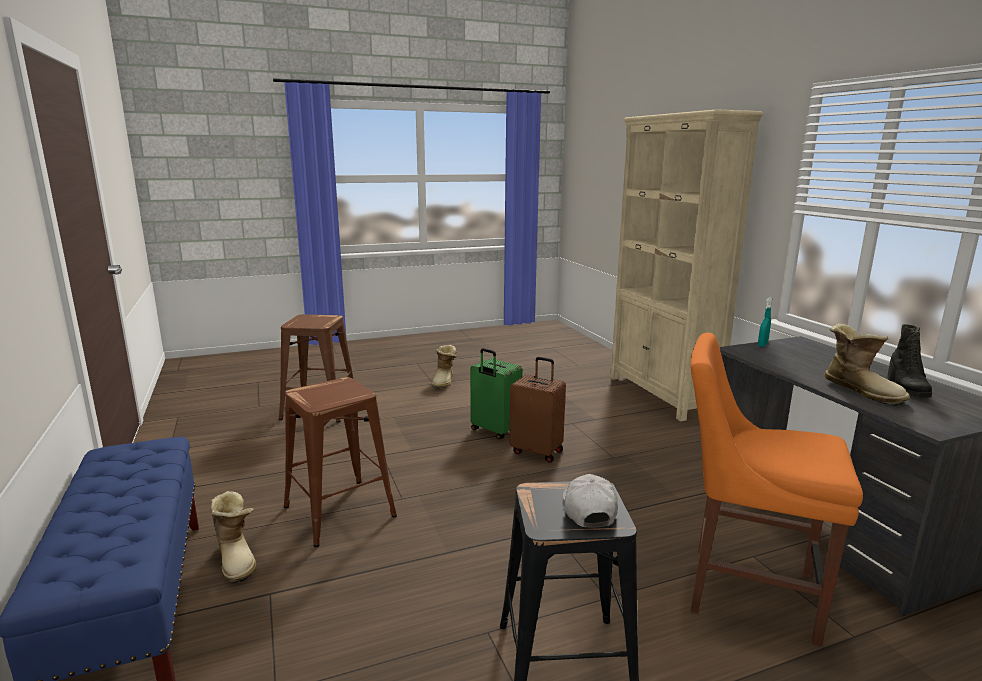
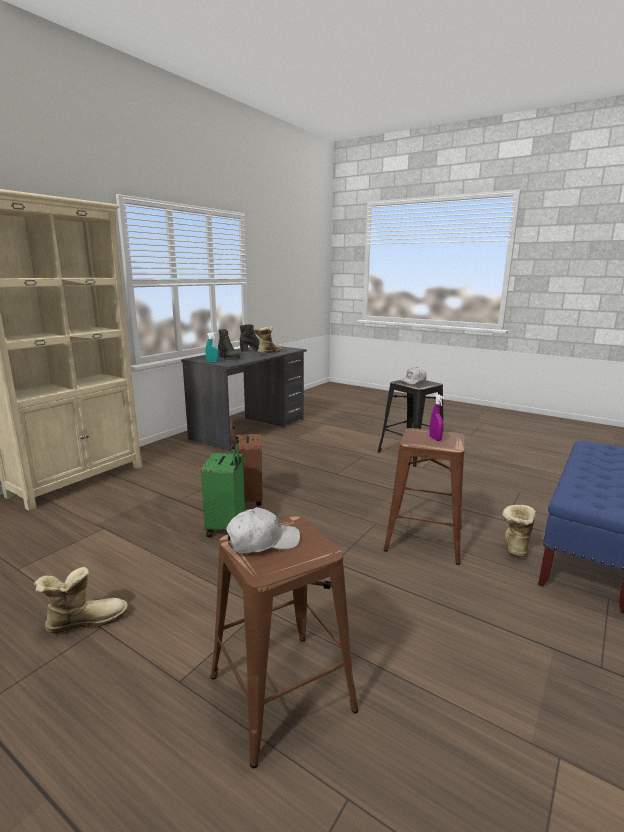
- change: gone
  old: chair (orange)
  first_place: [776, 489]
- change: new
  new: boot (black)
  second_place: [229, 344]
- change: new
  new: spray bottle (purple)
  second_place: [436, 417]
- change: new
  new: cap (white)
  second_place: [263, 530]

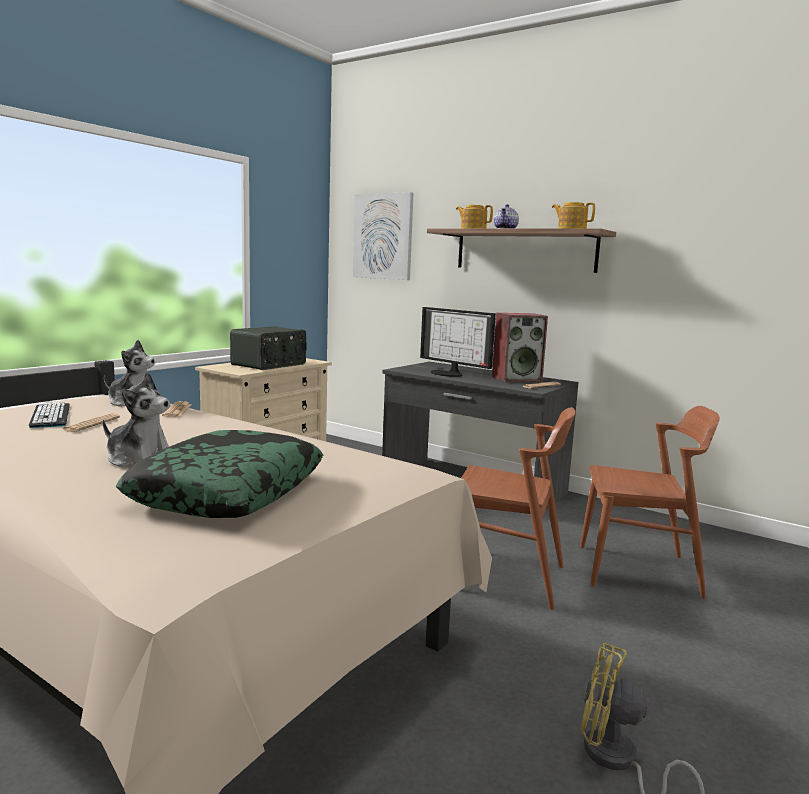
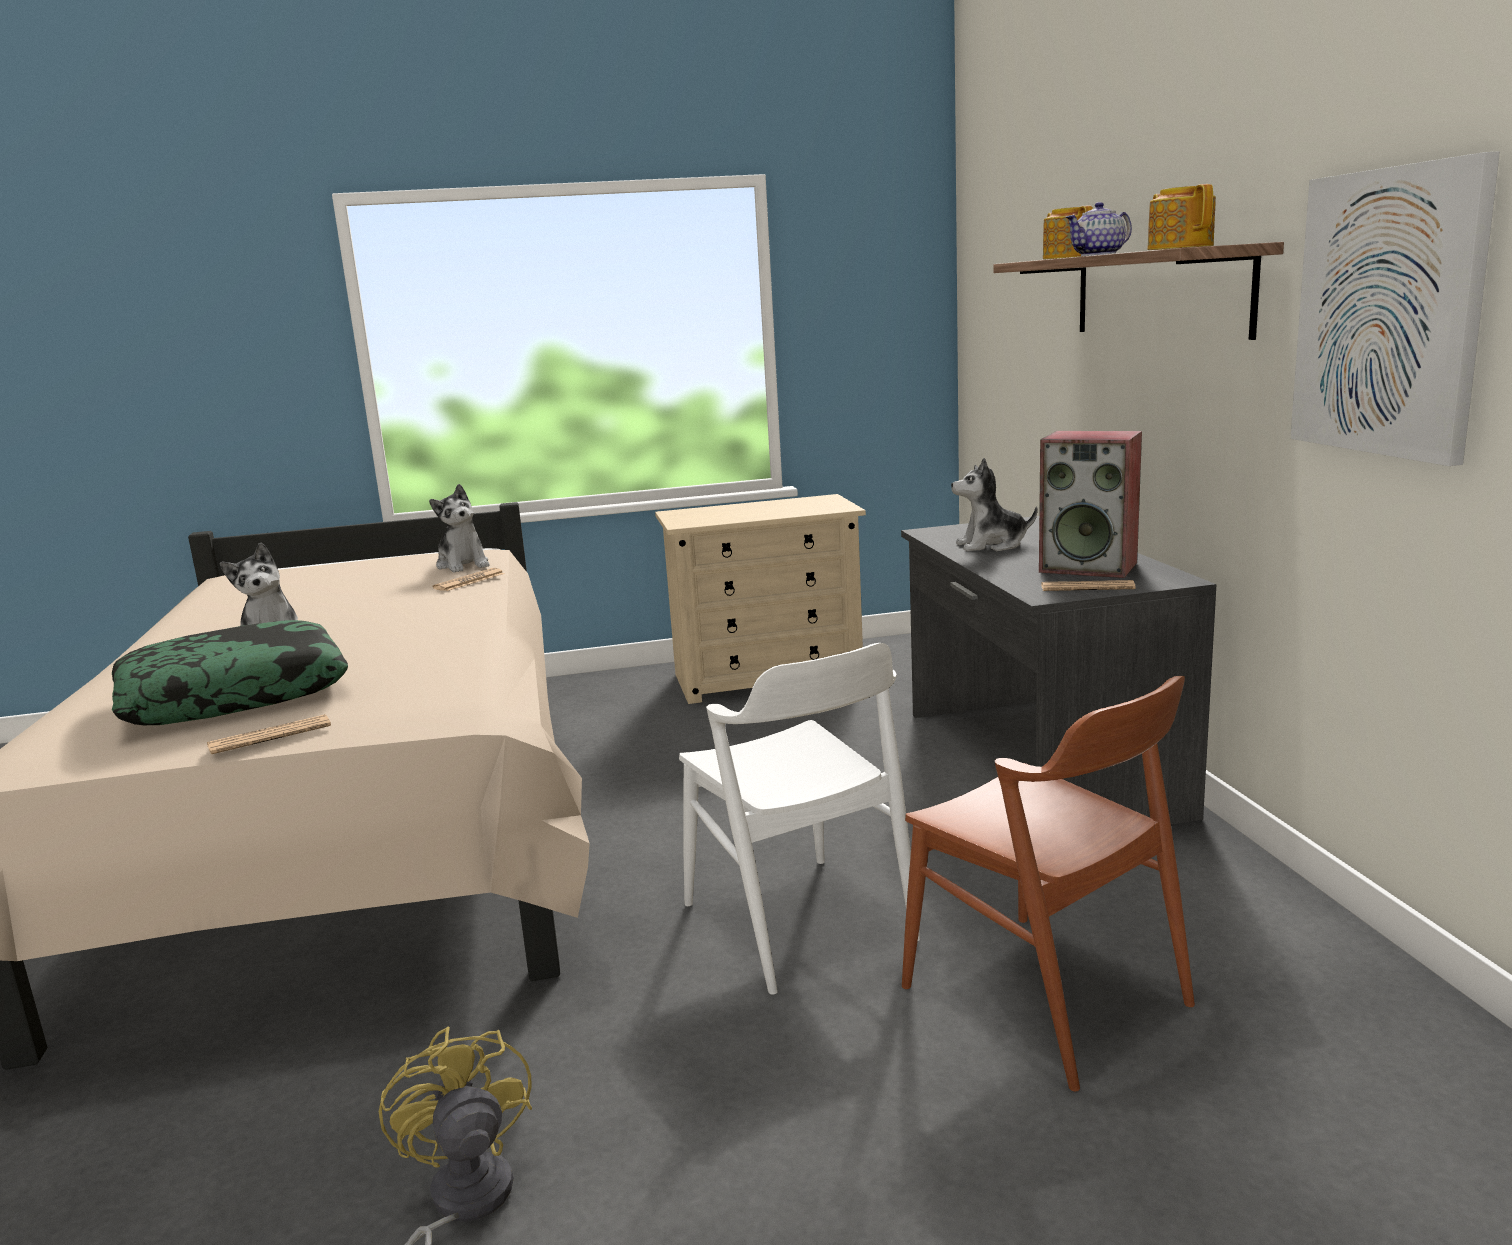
- change: shifted
  old: picture
  first_place: [383, 236]
  second_place: [1395, 308]
- change: swapped
  old: monitor
  new: plush toy
  first_place: [458, 342]
  second_place: [994, 505]
- change: gone
  old: radio
  first_place: [268, 348]
- change: gone
  old: keyboard
  first_place: [49, 415]
- change: repainted
  old: chair (brown)
  new: chair (white)
  first_place: [518, 508]
  second_place: [799, 819]
- change: shifted
  old: newspaper
  first_place: [91, 422]
  second_place: [269, 734]

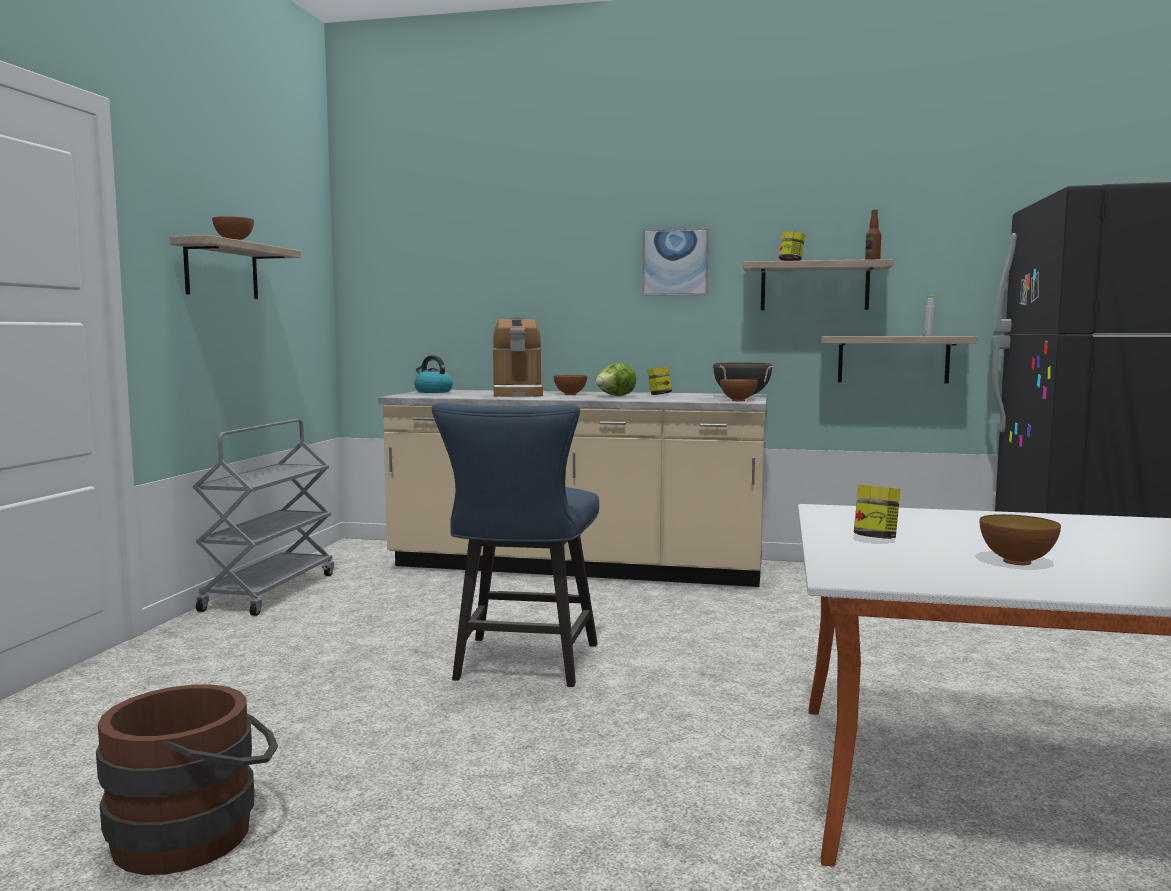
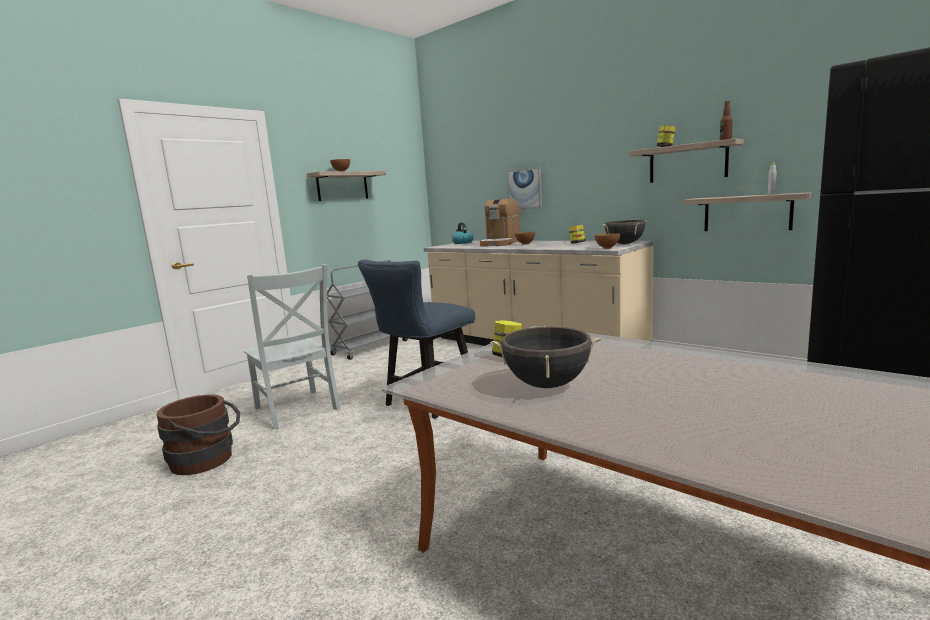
- change: shifted
  old: picture
  first_place: [675, 262]
  second_place: [524, 188]
- change: gone
  old: lettuce
  first_place: [616, 379]
- change: swapped
  old: bowl
  new: cooking pot (black)
  first_place: [1020, 539]
  second_place: [546, 357]
- change: new
  new: chair (grey)
  second_place: [292, 346]

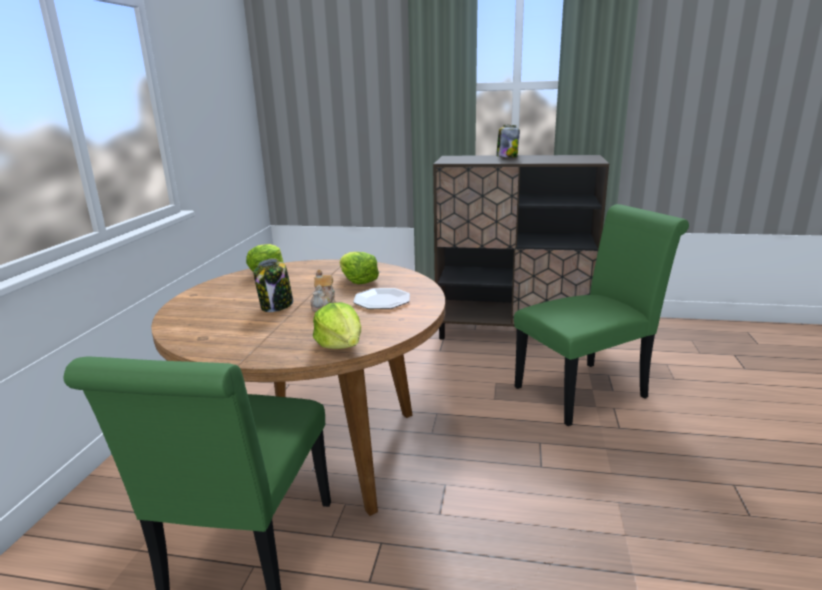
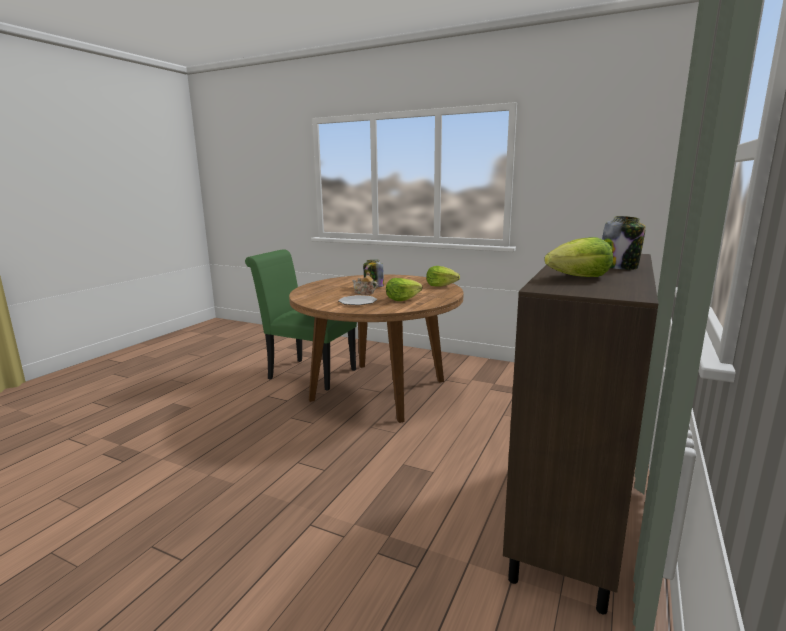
- change: gone
  old: chair (green)
  first_place: [601, 315]
- change: shifted
  old: lettuce
  first_place: [337, 325]
  second_place: [578, 257]

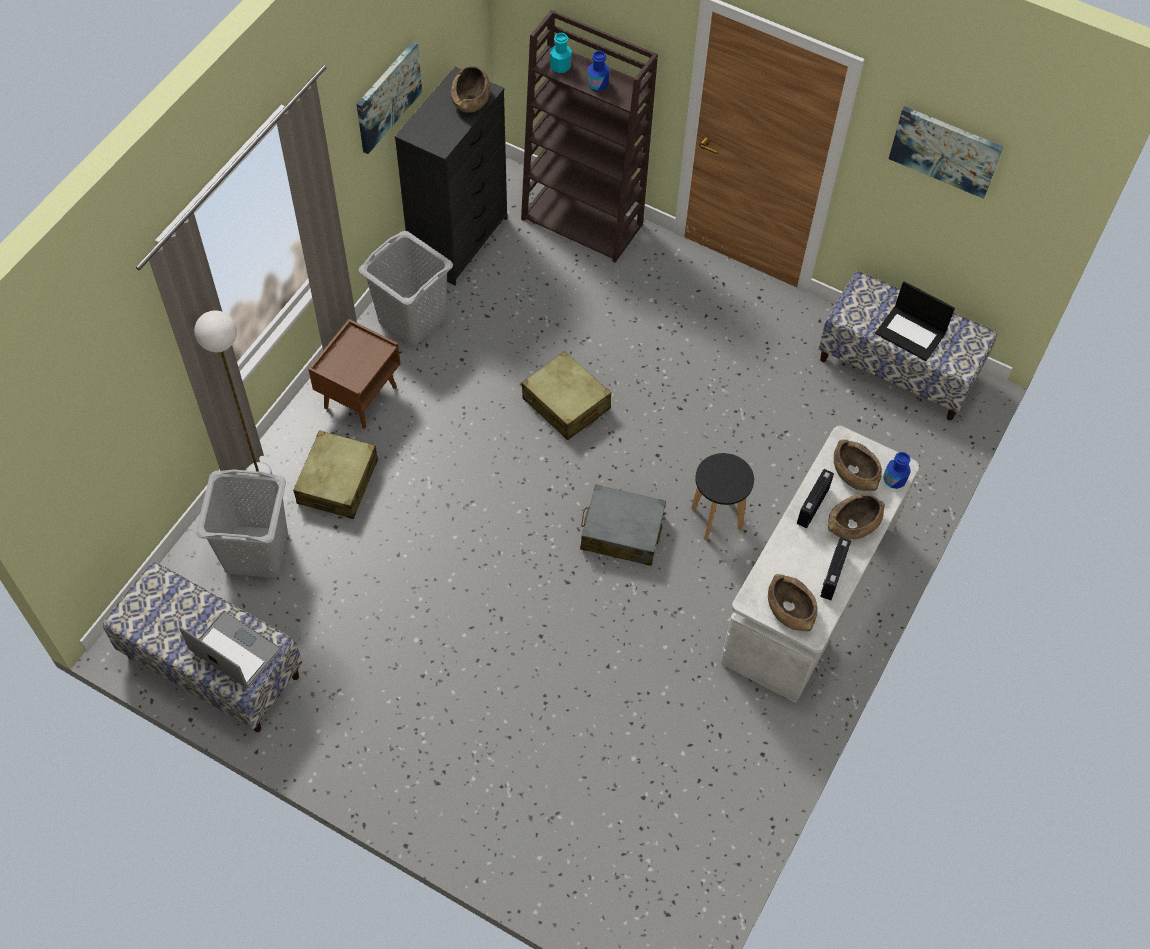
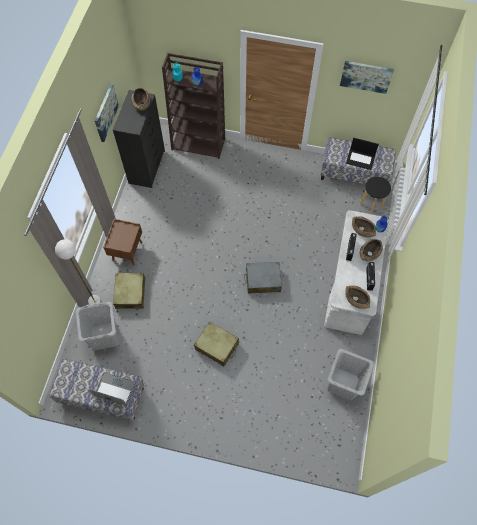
- change: shifted
  old: laundry basket (grey)
  first_place: [406, 288]
  second_place: [350, 374]
- change: shifted
  old: suitcase (beige)
  first_place: [566, 395]
  second_place: [216, 344]
- change: shifted
  old: stool (black)
  first_place: [722, 497]
  second_place: [375, 195]

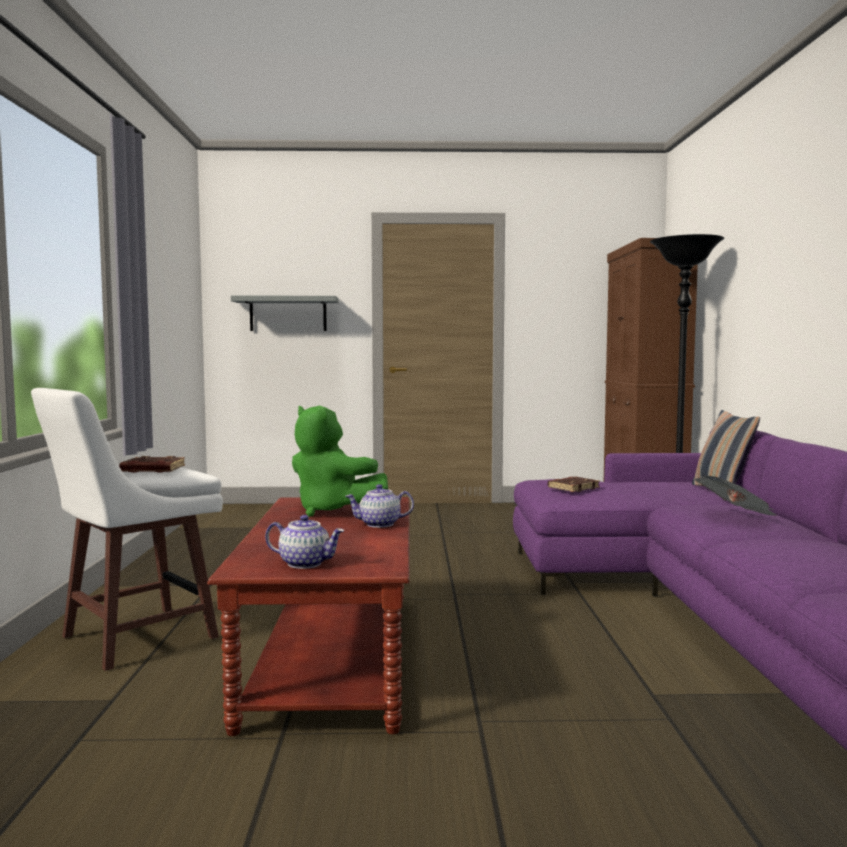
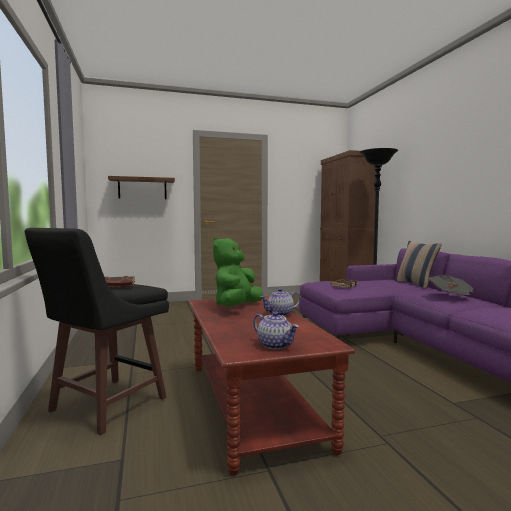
- change: repainted
  old: shelf (grey)
  new: shelf (brown)
  first_place: [285, 313]
  second_place: [141, 187]
- change: repainted
  old: stool (white)
  new: stool (black)
  first_place: [127, 529]
  second_place: [97, 331]
- change: rotated
  old: plush toy (green)
  first_place: [340, 461]
  second_place: [238, 272]
  degrees: 90
- change: rotated
  old: teapot
  first_place: [304, 542]
  second_place: [276, 330]
  degrees: 45

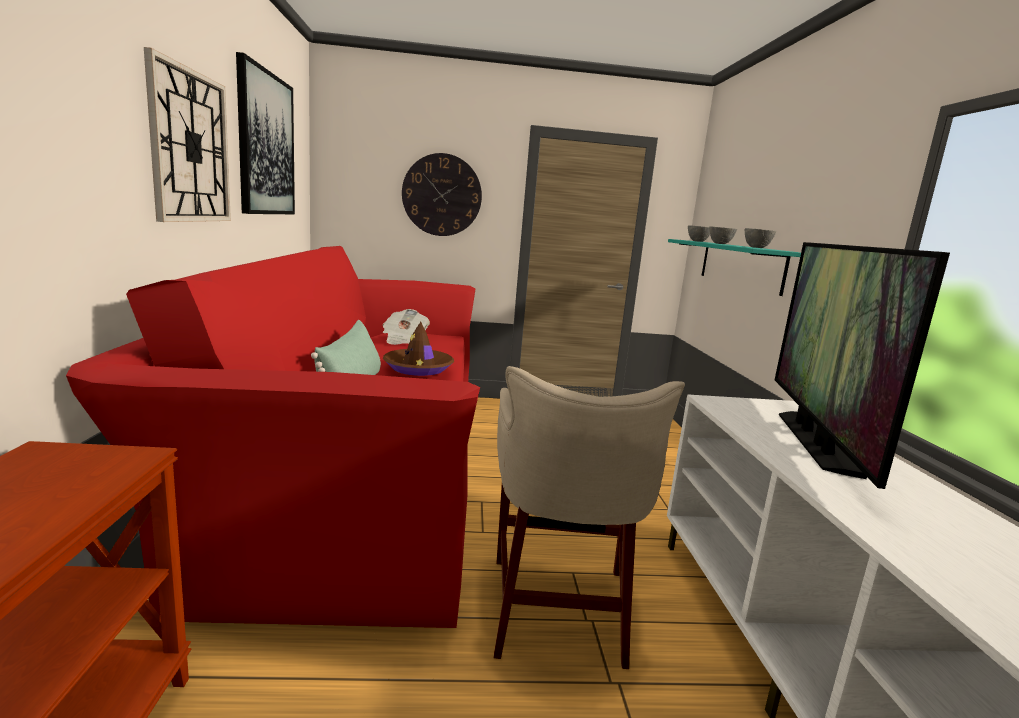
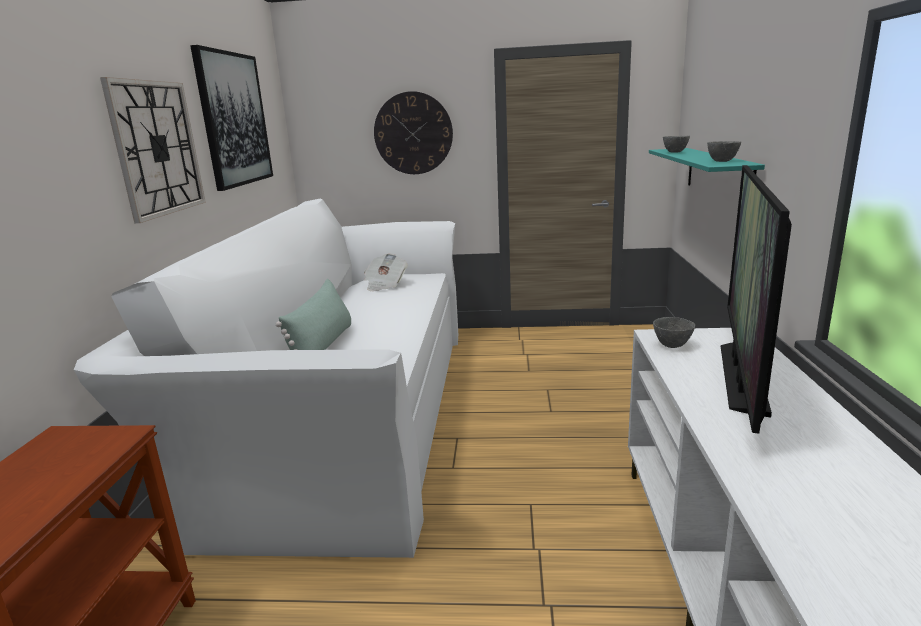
- change: shifted
  old: bowl (grey)
  first_place: [723, 235]
  second_place: [674, 332]
- change: repainted
  old: sofa (red)
  new: sofa (white)
  first_place: [273, 437]
  second_place: [266, 378]
- change: gone
  old: hat (brown)
  first_place: [418, 349]
- change: gone
  old: stool (beige)
  first_place: [589, 517]

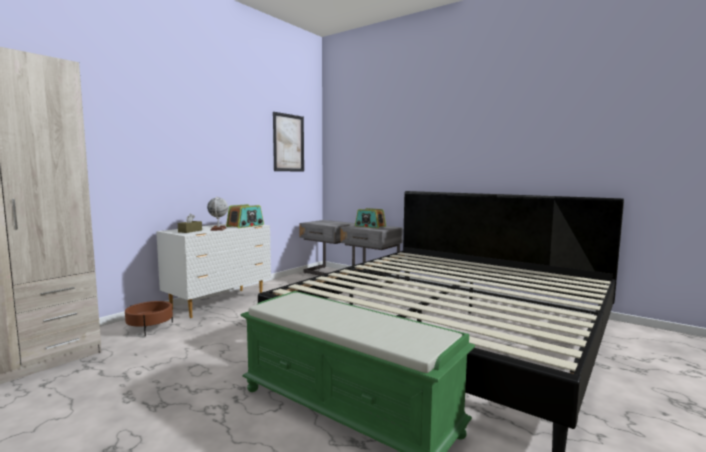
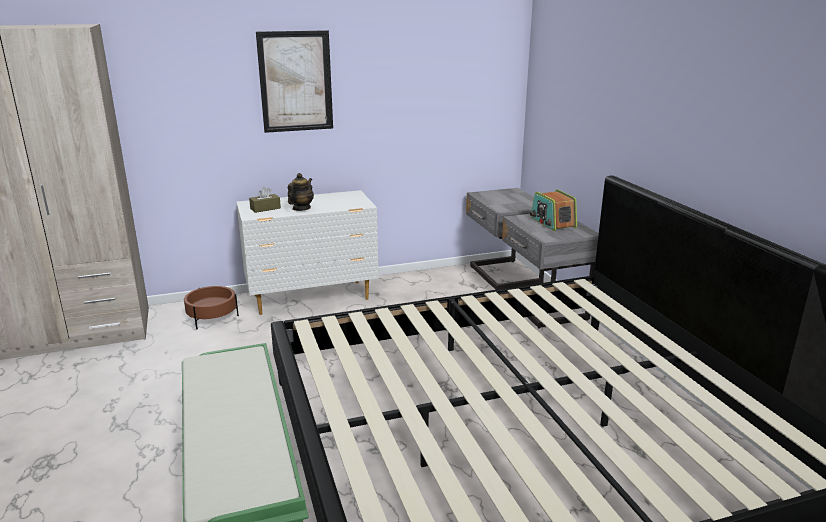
- change: shifted
  old: picture
  first_place: [288, 142]
  second_place: [294, 81]
- change: swapped
  old: globe
  new: teapot
  first_place: [217, 213]
  second_place: [301, 192]
- change: gone
  old: radio
  first_place: [245, 216]

